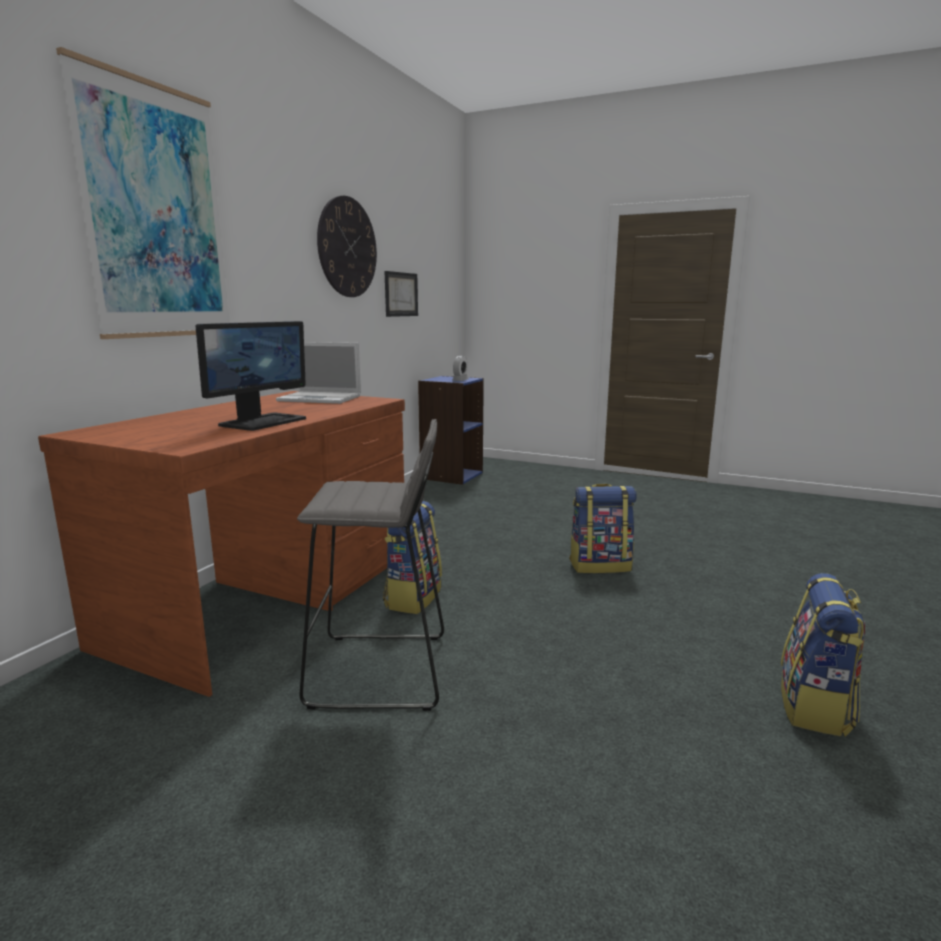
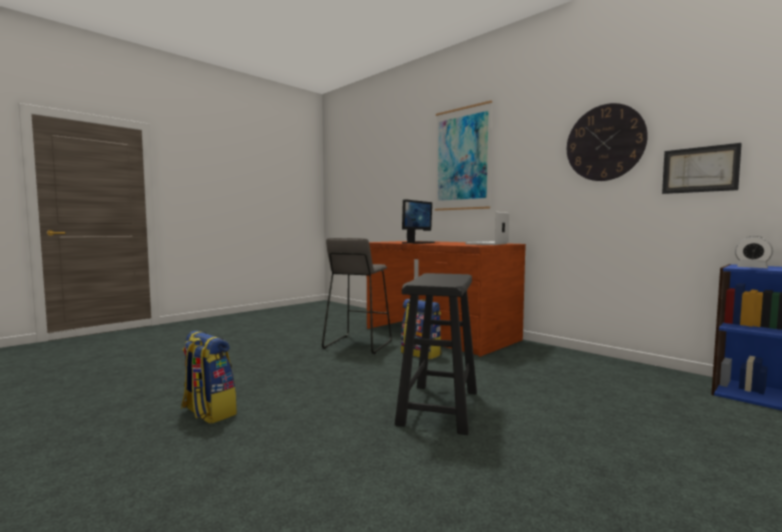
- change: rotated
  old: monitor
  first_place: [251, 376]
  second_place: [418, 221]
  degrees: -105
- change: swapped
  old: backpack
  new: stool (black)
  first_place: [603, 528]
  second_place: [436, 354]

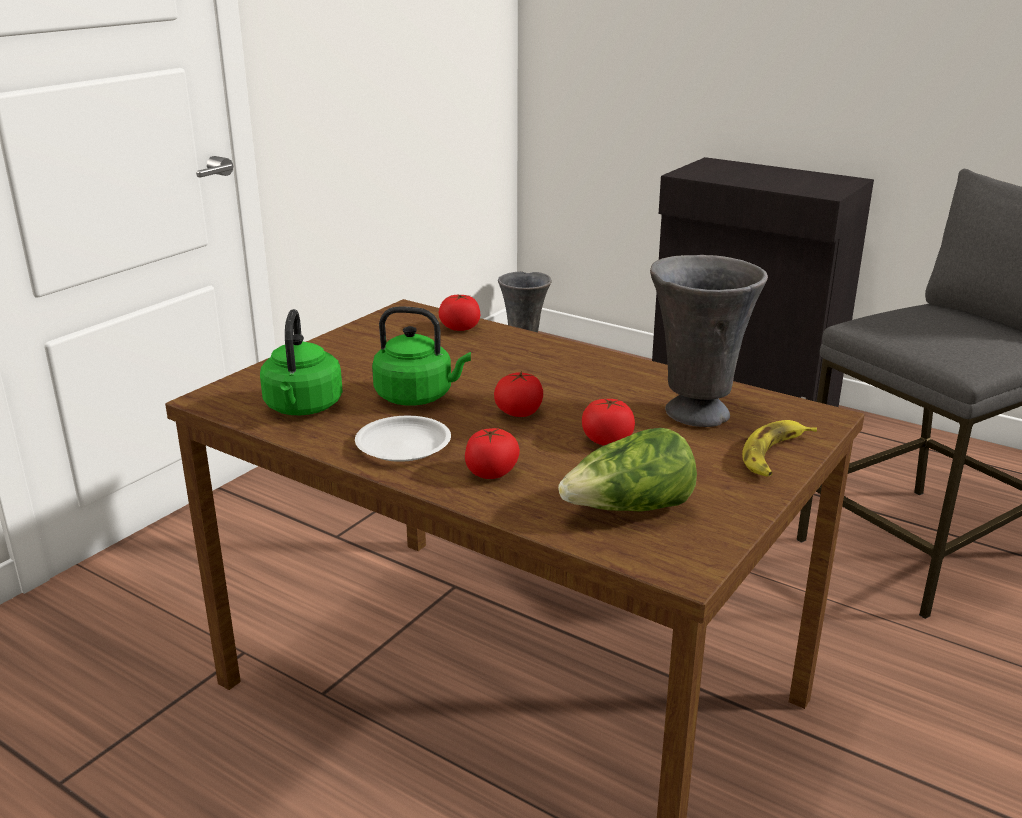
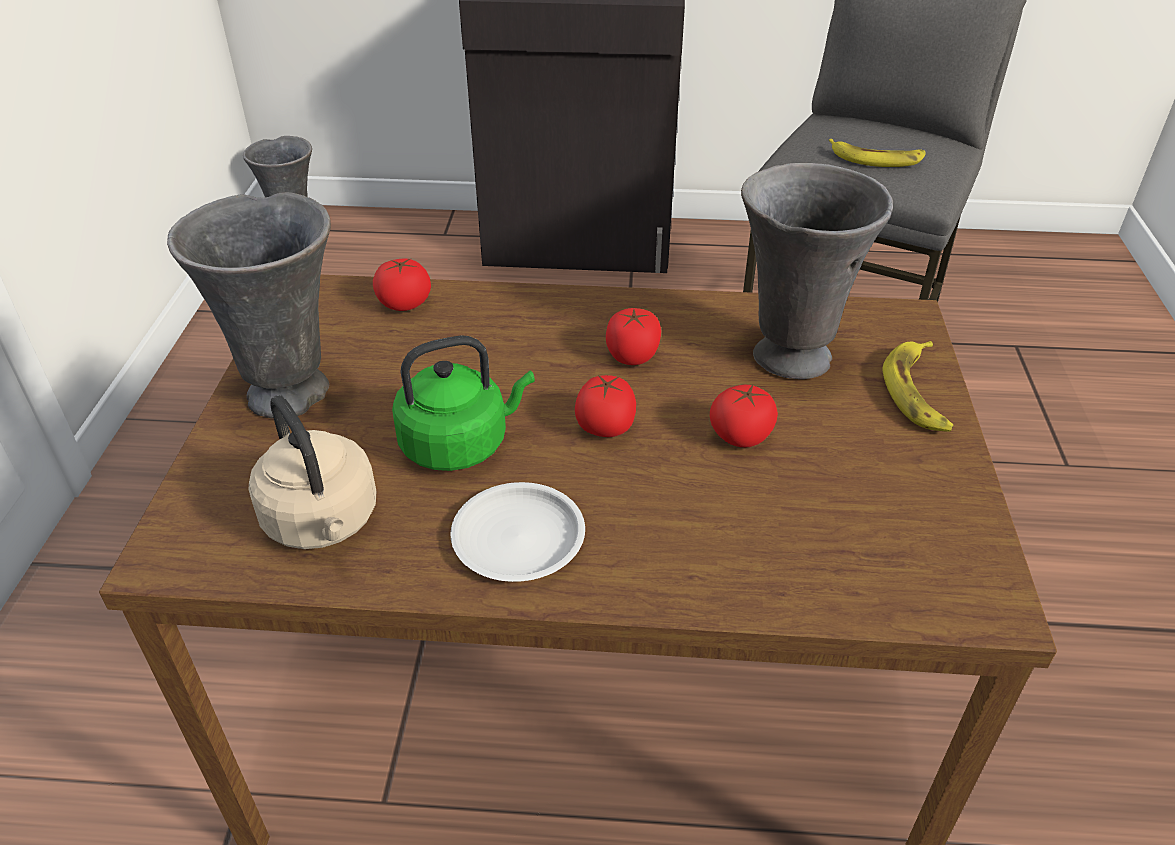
- change: repainted
  old: kettle (green)
  new: kettle (beige)
  first_place: [301, 362]
  second_place: [313, 472]
- change: shifted
  old: tomato
  first_place: [492, 453]
  second_place: [633, 336]
- change: gone
  old: lettuce
  first_place: [627, 470]
- change: new
  new: banana
  second_place: [877, 153]
- change: new
  new: vase (grey)
  second_place: [249, 305]

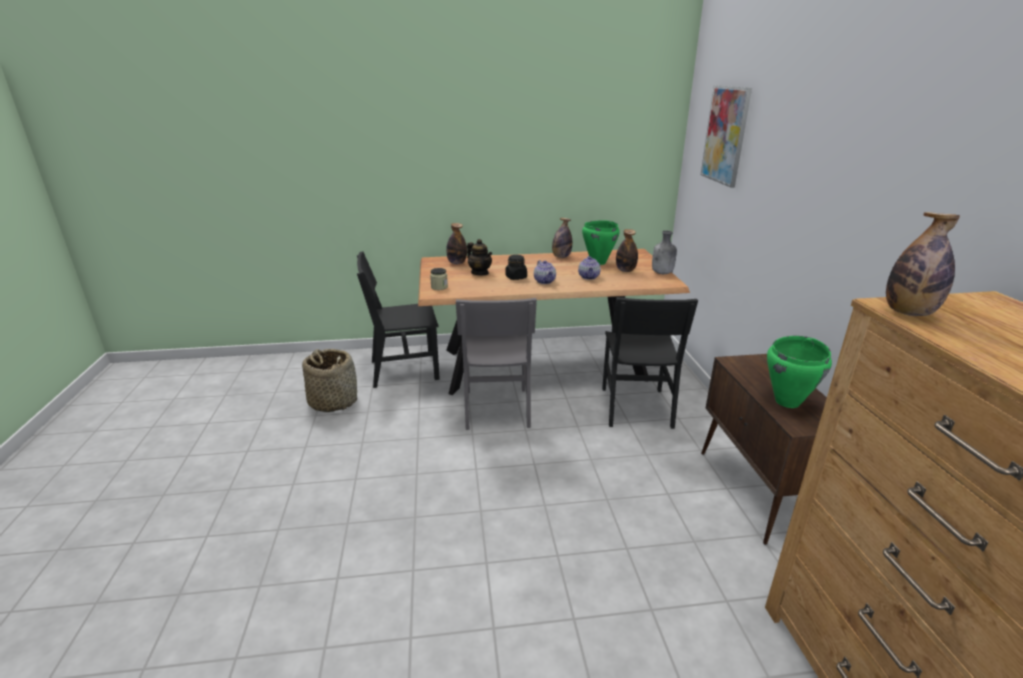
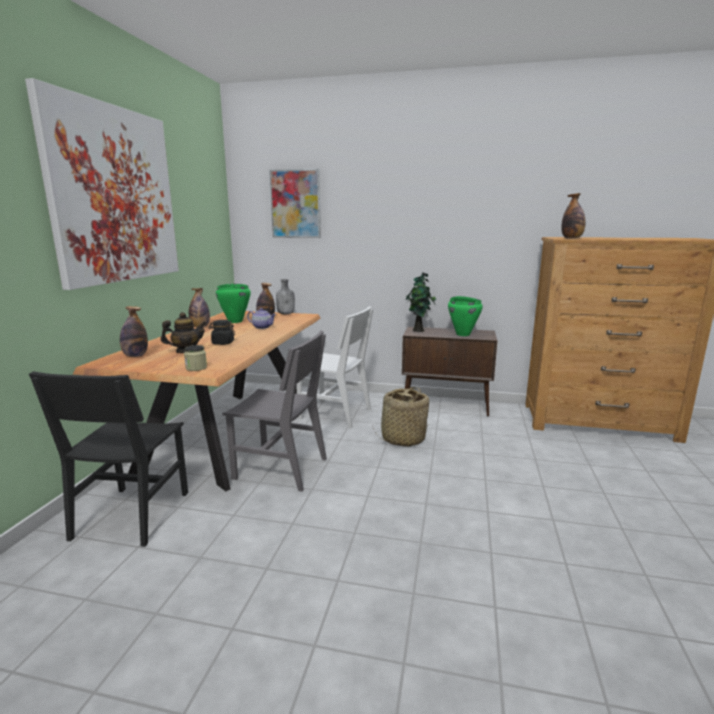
- change: gone
  old: teapot
  first_place: [545, 272]
- change: repainted
  old: chair (black)
  new: chair (white)
  first_place: [650, 363]
  second_place: [334, 367]
- change: shifted
  old: basket
  first_place: [329, 380]
  second_place: [401, 417]
- change: new
  new: picture
  second_place: [102, 184]
- change: new
  new: potted plant
  second_place: [421, 302]

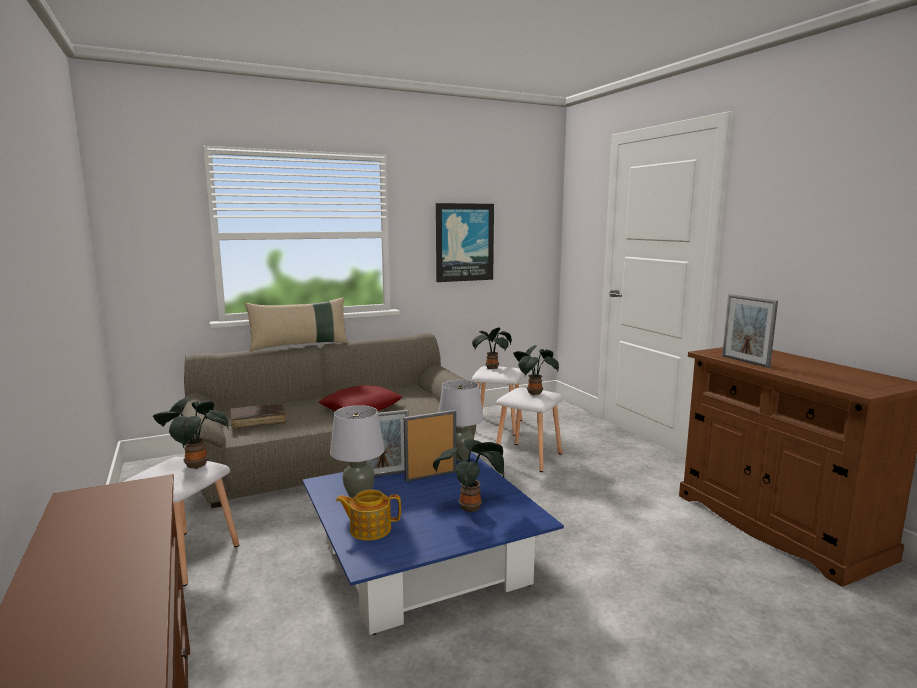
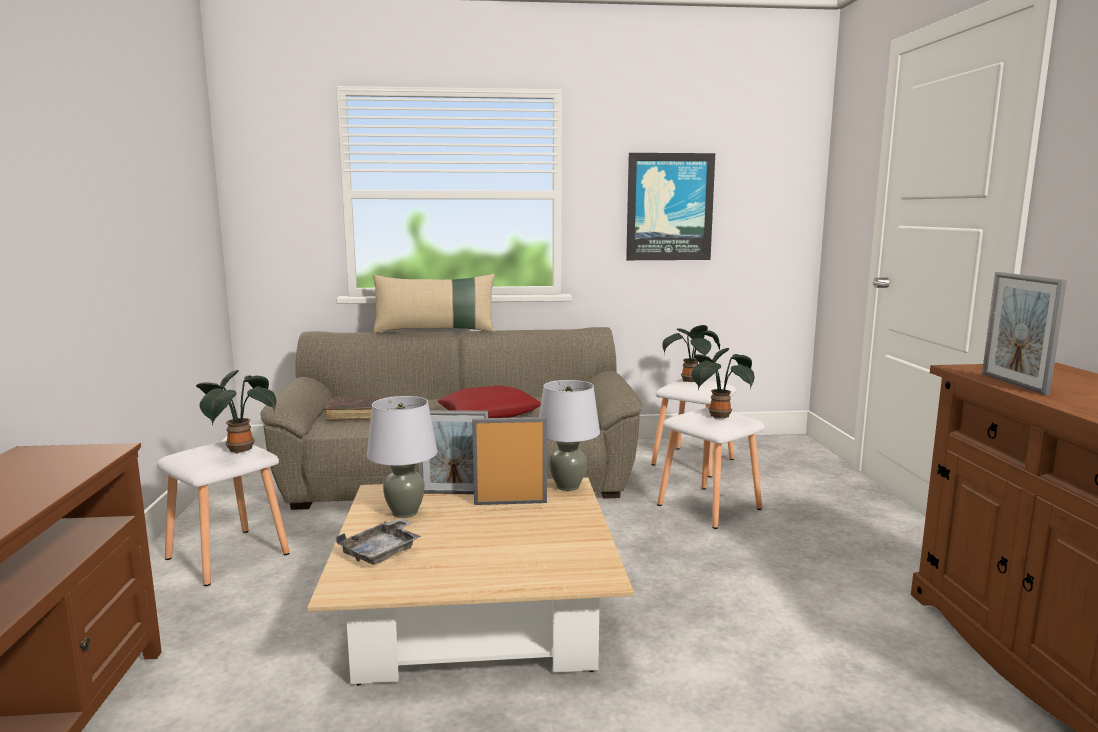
- change: gone
  old: potted plant
  first_place: [468, 475]
- change: repainted
  old: coffee table (blue)
  new: coffee table (beige)
  first_place: [433, 543]
  second_place: [470, 581]
- change: swapped
  old: teapot
  new: tray (grey)
  first_place: [368, 515]
  second_place: [378, 541]

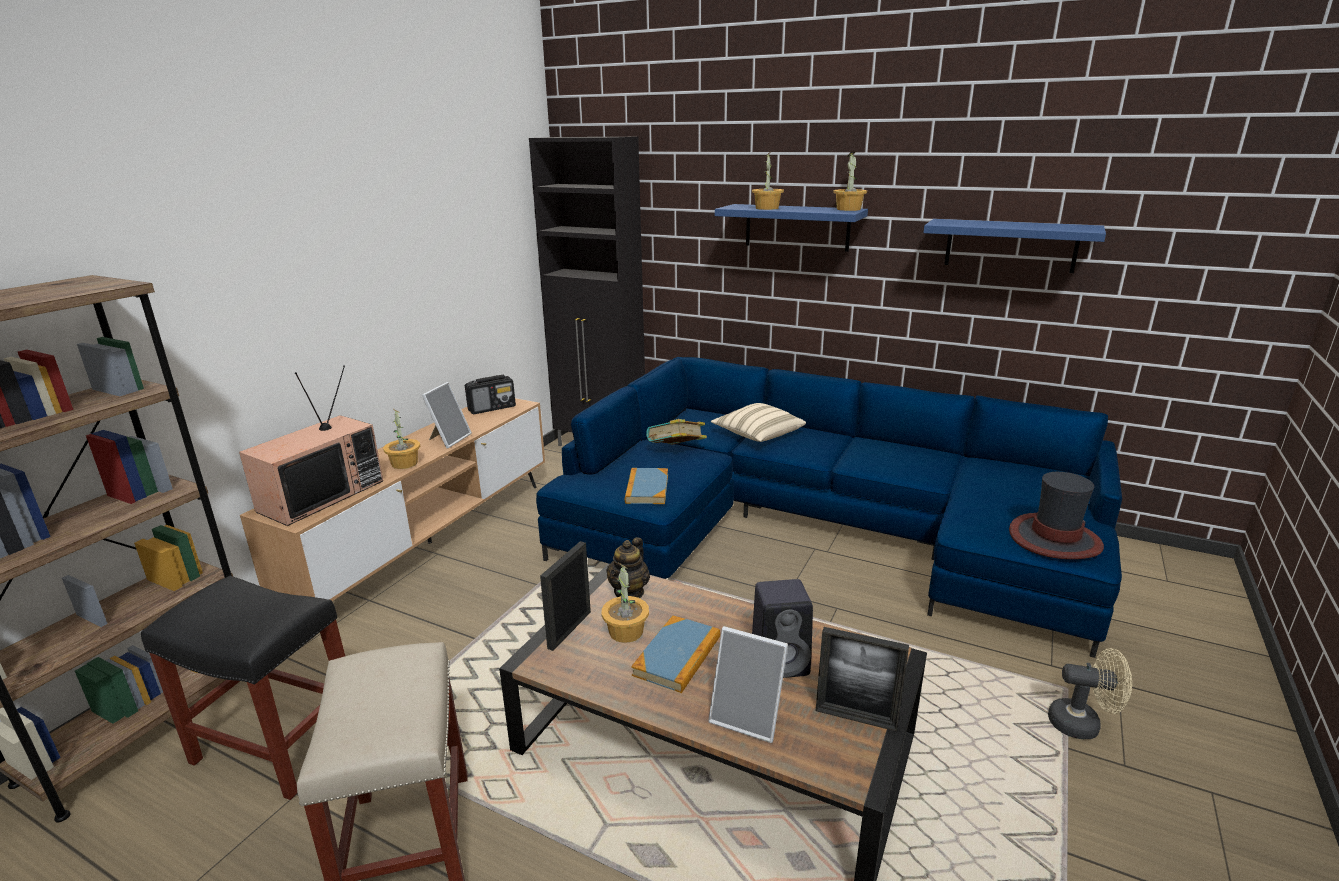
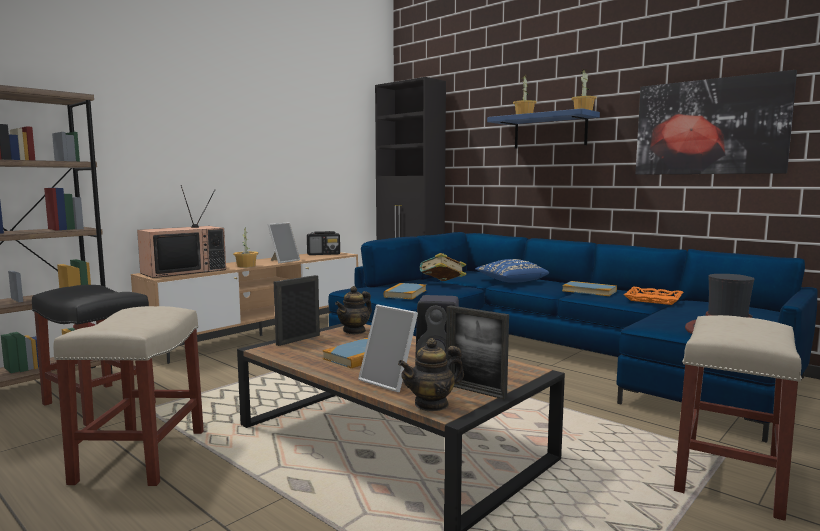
- change: swapped
  old: shelf (blue)
  new: picture
  first_place: [1014, 246]
  second_place: [716, 122]
- change: repainted
  old: pillow (beige)
  new: pillow (blue)
  first_place: [758, 422]
  second_place: [512, 271]
- change: gone
  old: potted plant
  first_place: [625, 603]
- change: swapped
  old: fan (beige)
  new: stool (beige)
  first_place: [1090, 693]
  second_place: [738, 418]
- change: new
  new: book
  second_place: [589, 288]
- change: new
  new: tray (orange)
  second_place: [653, 296]
- change: new
  new: teapot
  second_place: [431, 374]

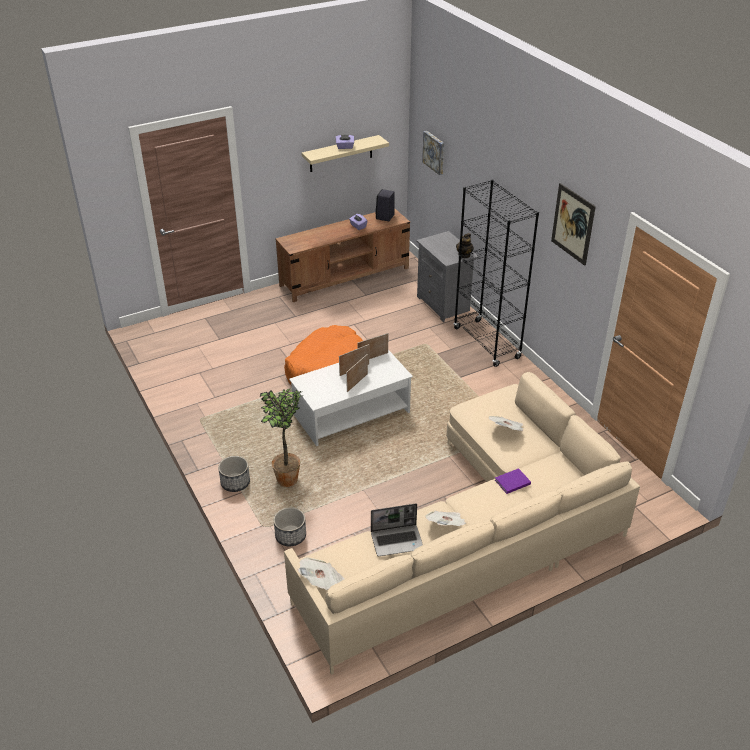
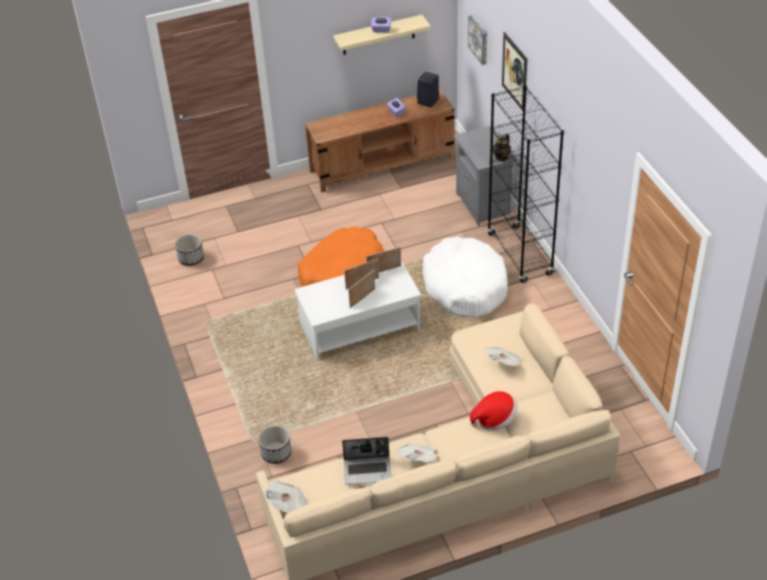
- change: shifted
  old: picture
  first_place: [573, 224]
  second_place: [514, 71]
- change: gone
  old: potted plant
  first_place: [281, 437]
- change: shifted
  old: planter
  first_place: [234, 474]
  second_place: [189, 250]
- change: swapped
  old: book (purple)
  new: hat
  first_place: [513, 481]
  second_place: [494, 411]
- change: new
  new: dog bed (white)
  second_place: [465, 277]

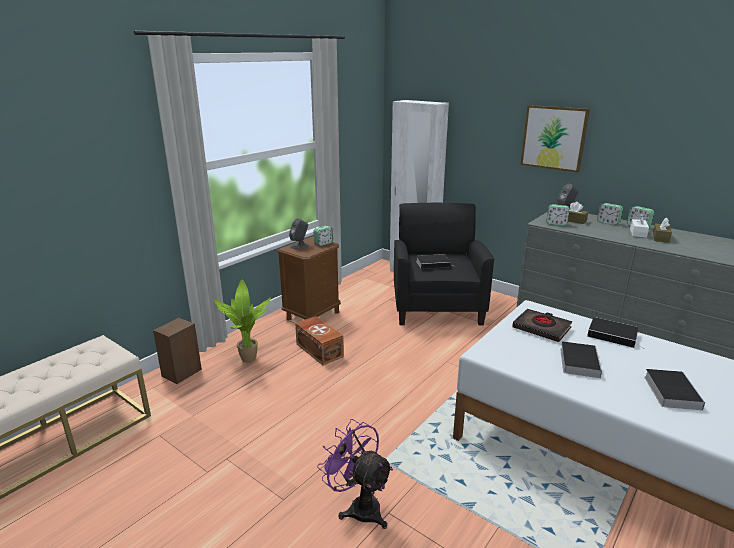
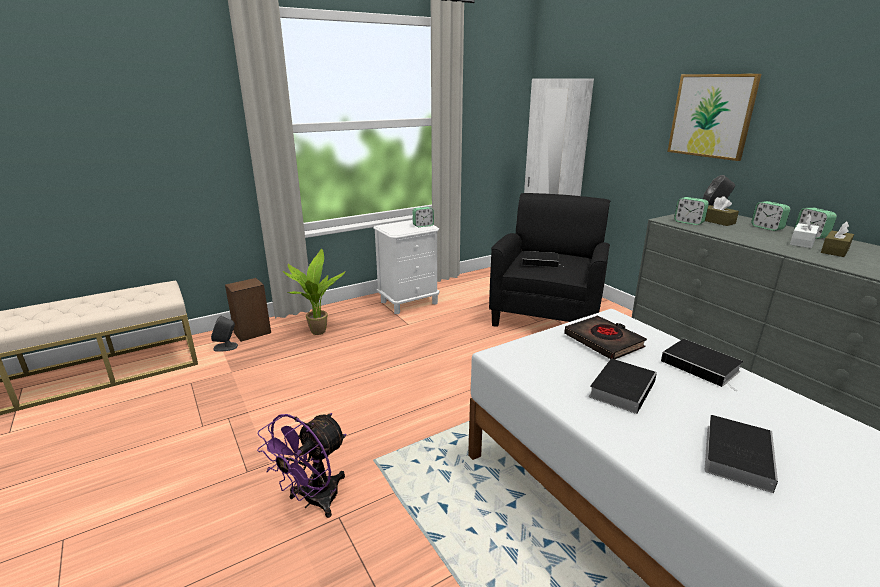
- change: shifted
  old: speaker (grey)
  first_place: [299, 233]
  second_place: [224, 334]
- change: repainted
  old: nightstand (brown)
  new: nightstand (white)
  first_place: [309, 278]
  second_place: [406, 267]
- change: gone
  old: storage box (brown)
  first_place: [319, 340]
- change: rotated
  old: fan (purple)
  first_place: [355, 474]
  second_place: [301, 465]
  degrees: -120

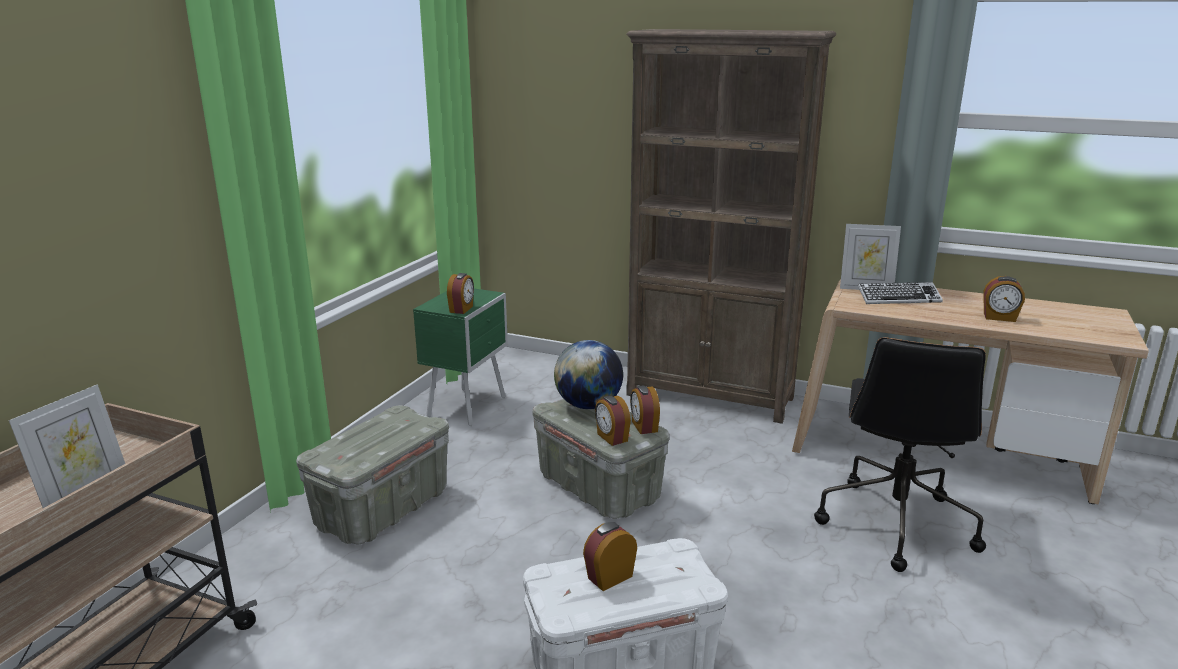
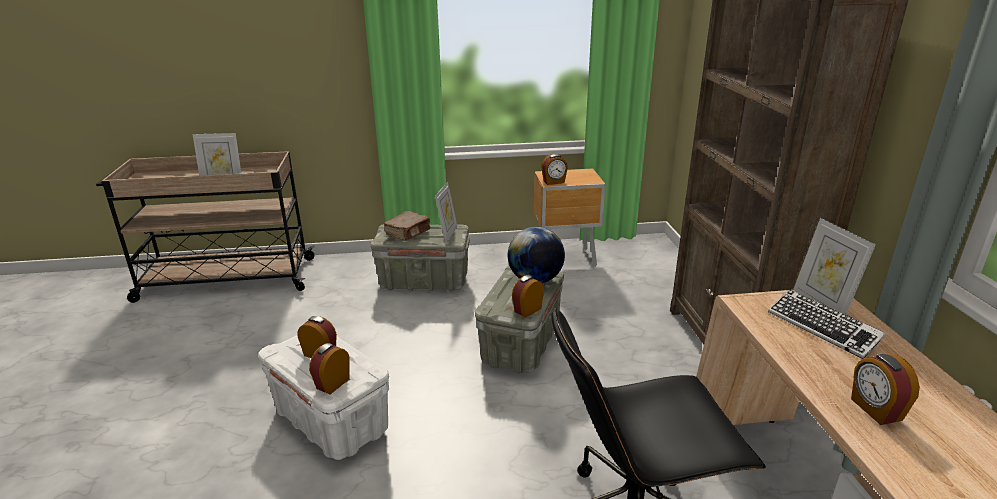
- change: repainted
  old: nightstand (green)
  new: nightstand (brown)
  first_place: [460, 357]
  second_place: [570, 217]
- change: shifted
  old: alarm clock
  first_place: [613, 421]
  second_place: [329, 369]
- change: new
  new: picture frame
  second_place: [446, 212]
- change: new
  new: book (brown)
  second_place: [407, 226]

